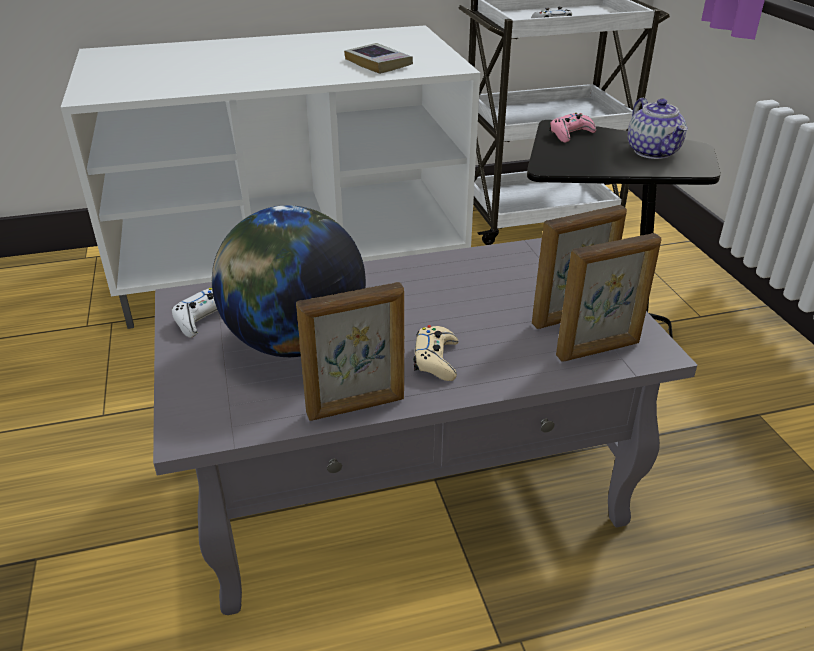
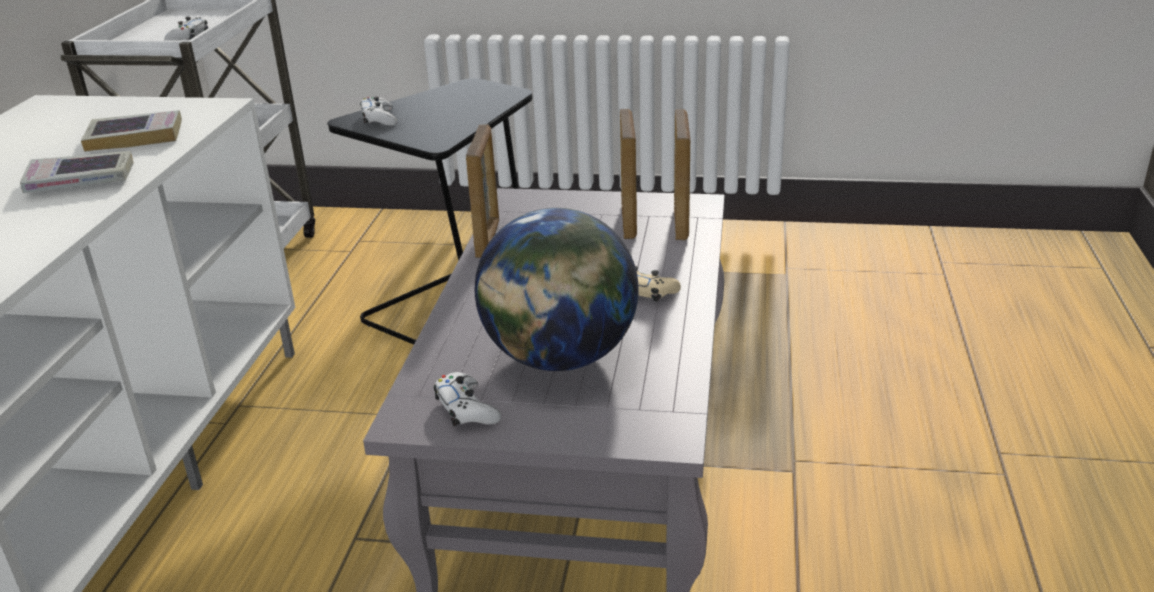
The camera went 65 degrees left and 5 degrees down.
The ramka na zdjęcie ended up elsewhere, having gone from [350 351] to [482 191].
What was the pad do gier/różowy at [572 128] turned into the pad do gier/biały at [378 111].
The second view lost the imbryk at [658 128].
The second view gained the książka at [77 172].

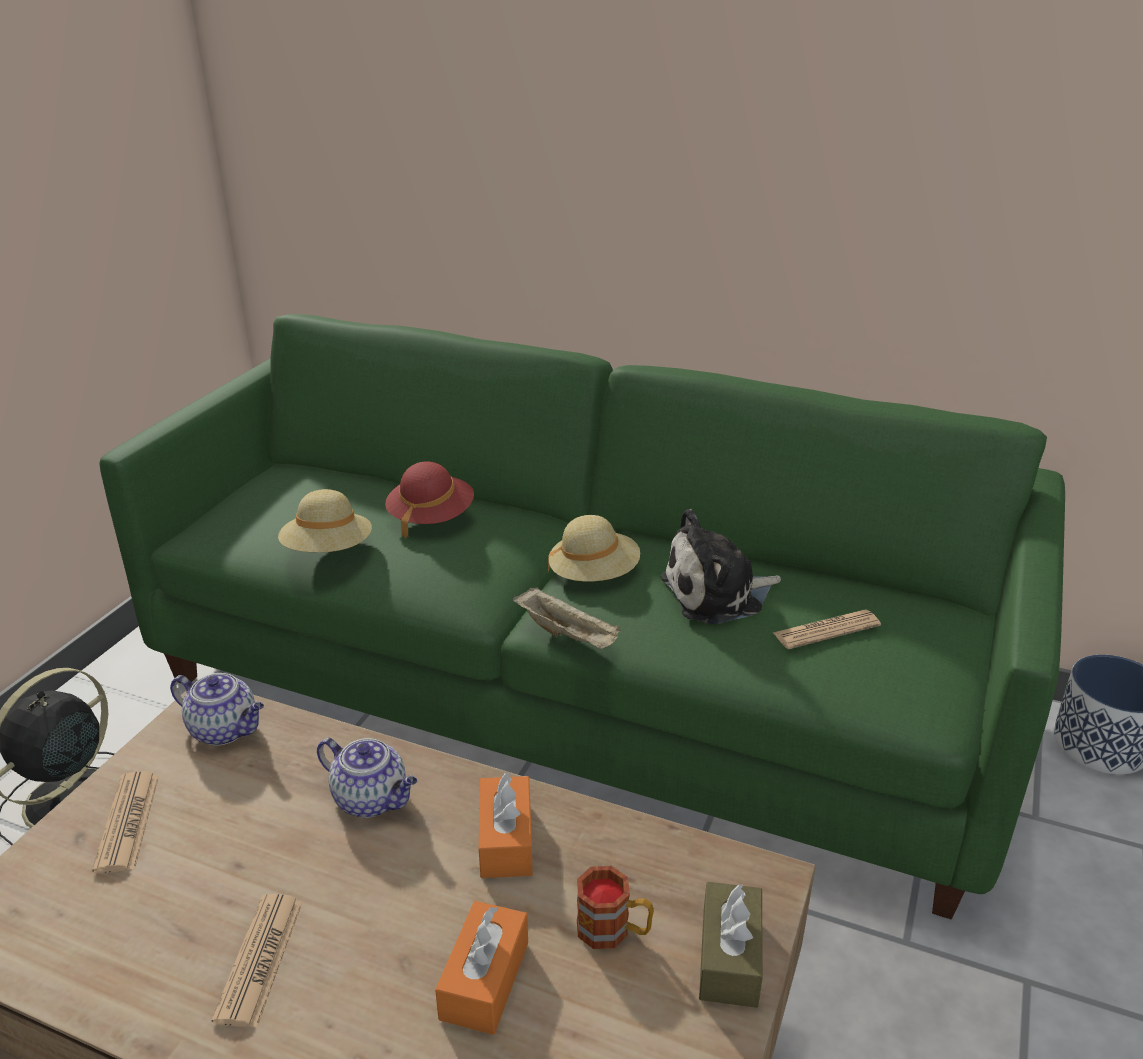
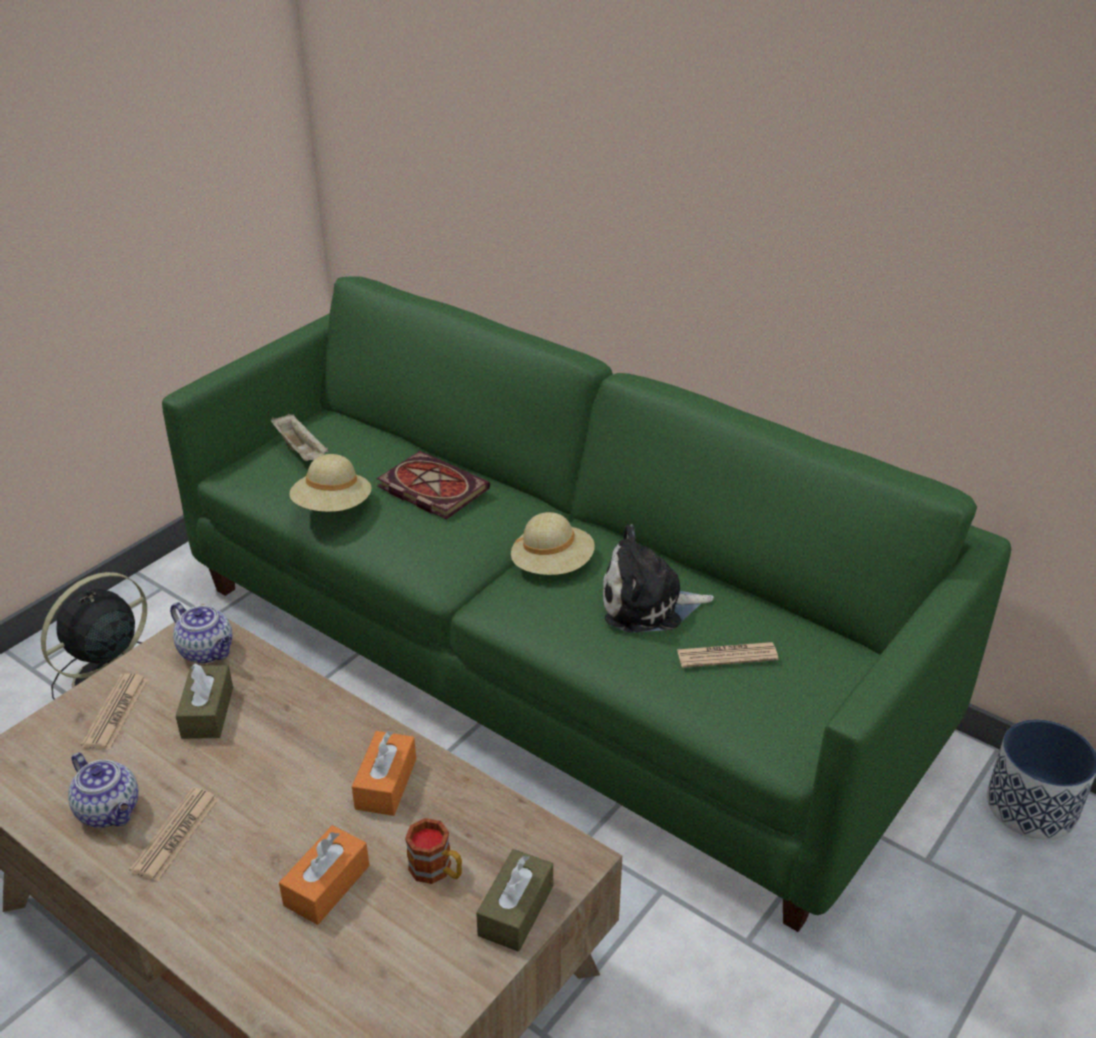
The camera went 15 degrees right and 5 degrees up.
The imbryk ended up elsewhere, having gone from [367 778] to [103 790].
Where the kapelusz/czerwony stood at [429 500], the książka came to stand at [433 485].
The taca/beżowy ended up elsewhere, having gone from [567 618] to [299 437].
The second view gained the pudełko chusteczek/brązowy at [204 701].

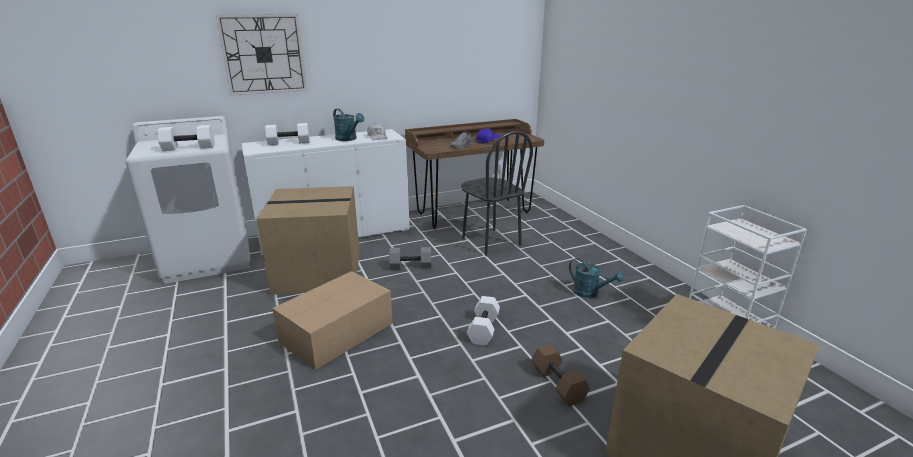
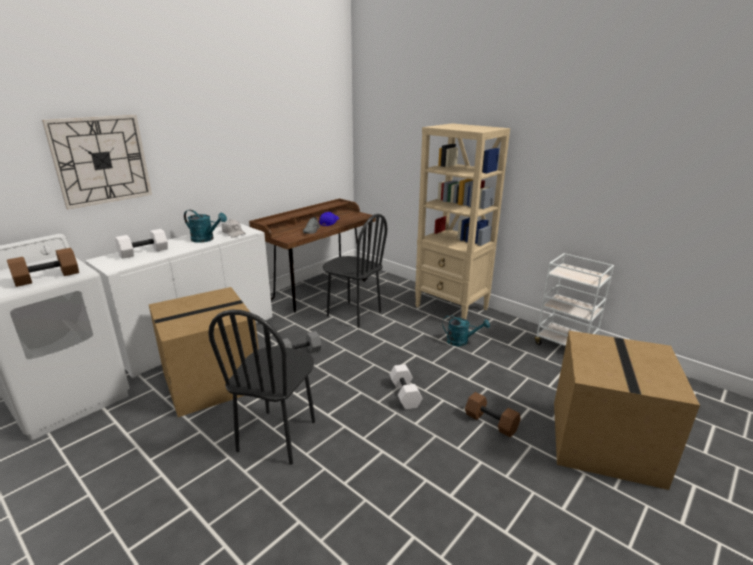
The camera went 25 degrees left and 0 degrees up.
What was the hantel/biały at [186 138] turned into the hantel/brązowy at [43 267].
Where the karton stood at [332 320], the krzesło/czarny came to stand at [261 387].
The second view gained the regał/beżowy at [462 221].

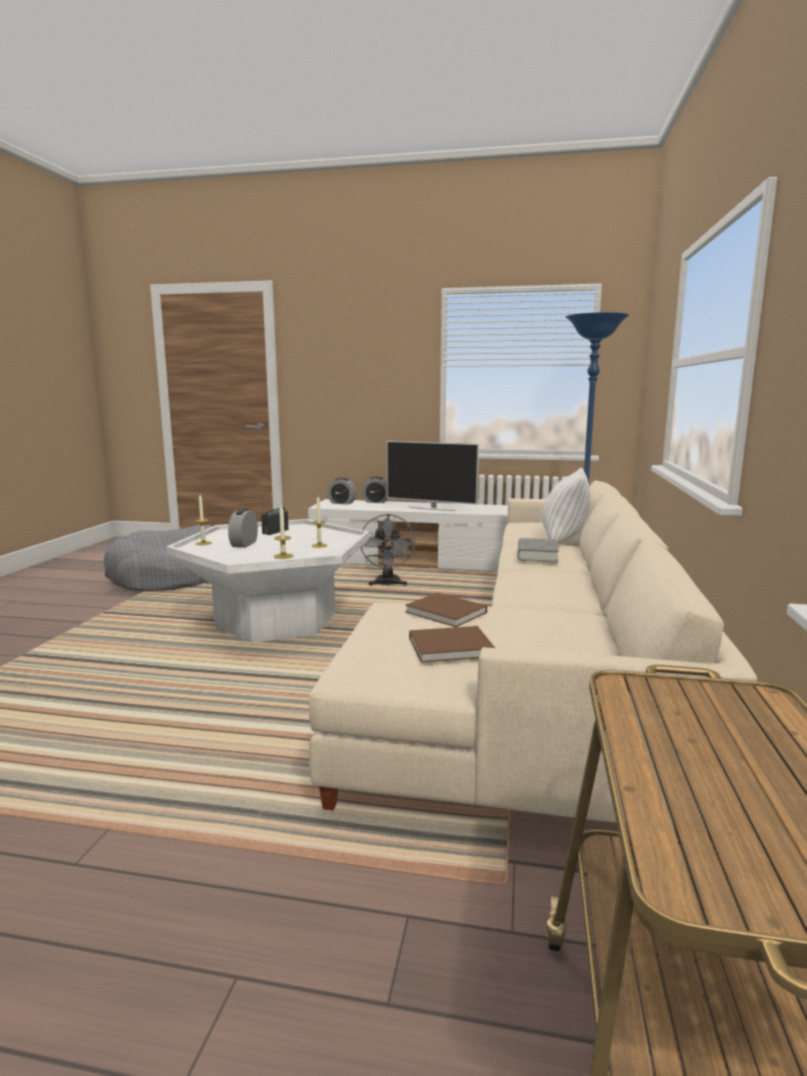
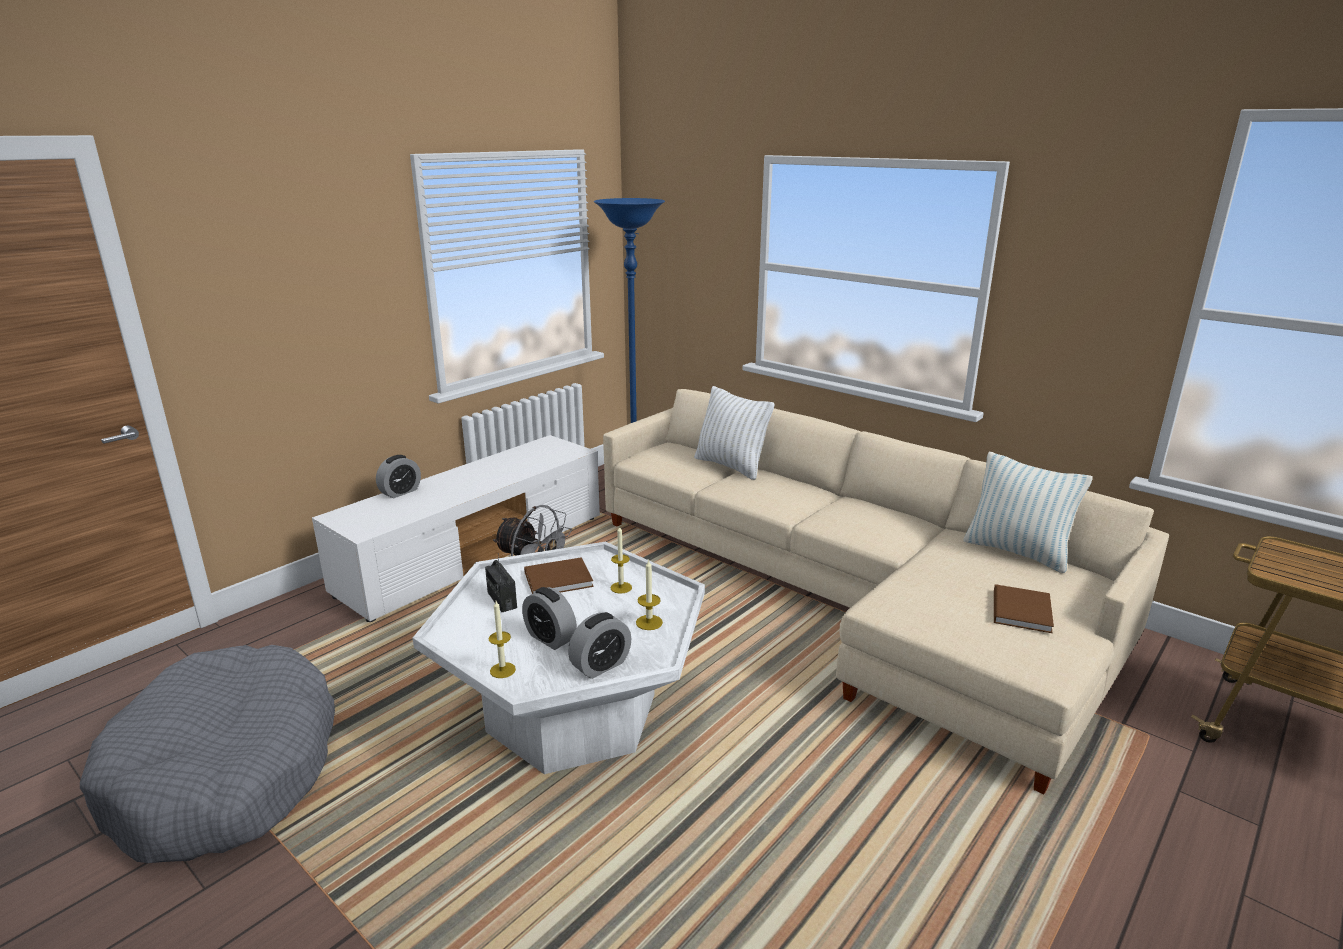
The camera went 60 degrees left and 10 degrees up.
The budzik ended up elsewhere, having gone from [341 491] to [600 645].
The second view lost the telewizor at [432 476].
The książka/brązowy ended up elsewhere, having gone from [446 610] to [559 575].
The second view lost the książka/szary at [538 550].
The second view gained the poduszka at [1028 512].

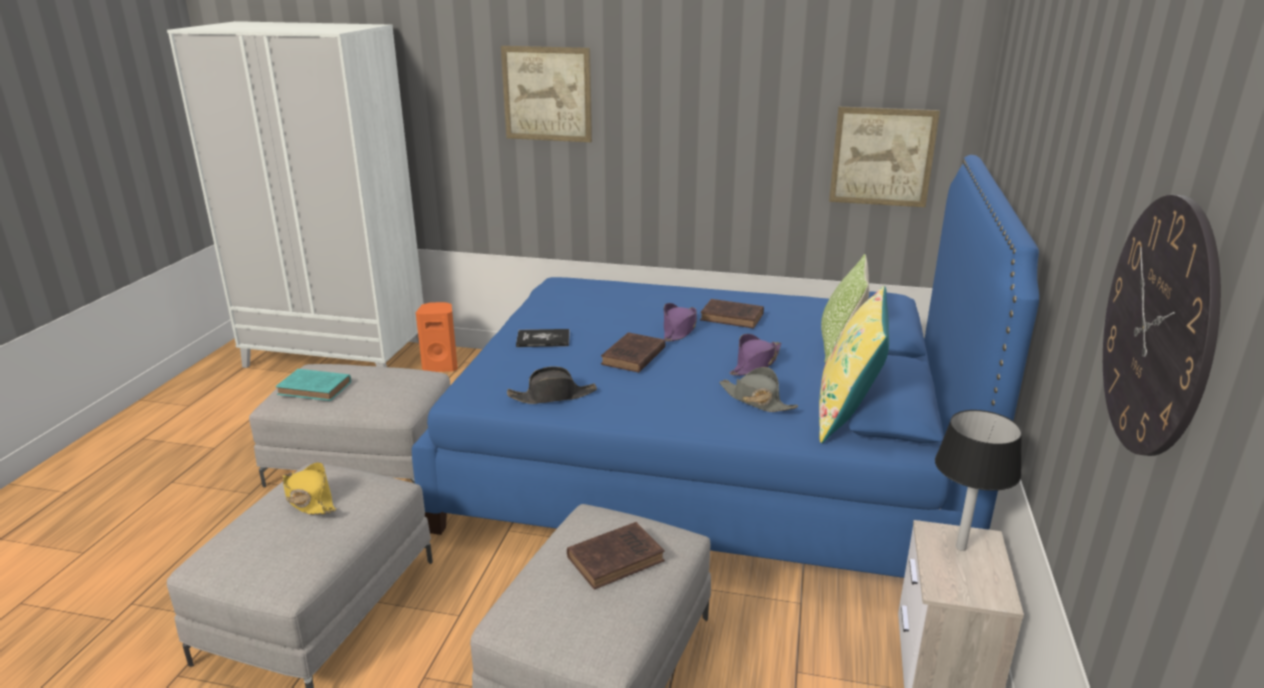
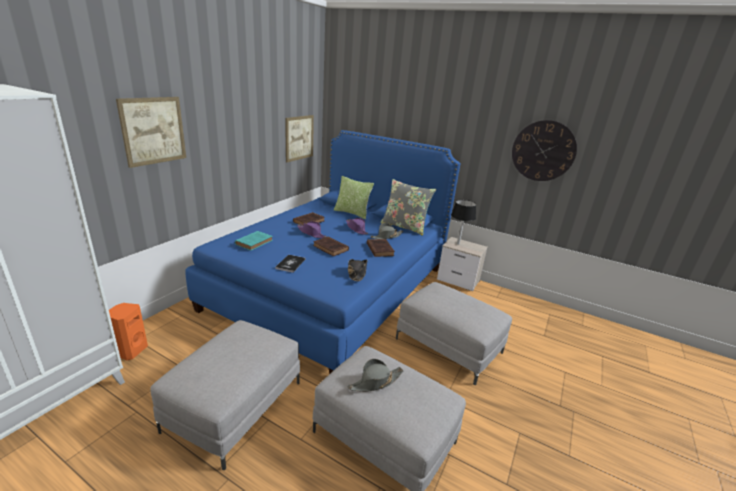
The camera went 75 degrees left and 0 degrees up.
The książka/turkusowy ended up elsewhere, having gone from [313 385] to [254 241].
What was the kapelusz/żółty at [309 488] turned into the kapelusz/szary at [375 375].
The książka/brązowy ended up elsewhere, having gone from [616 556] to [381 248].
What was the poduszka/żółty at [854 364] turned into the poduszka/szary at [408 207].

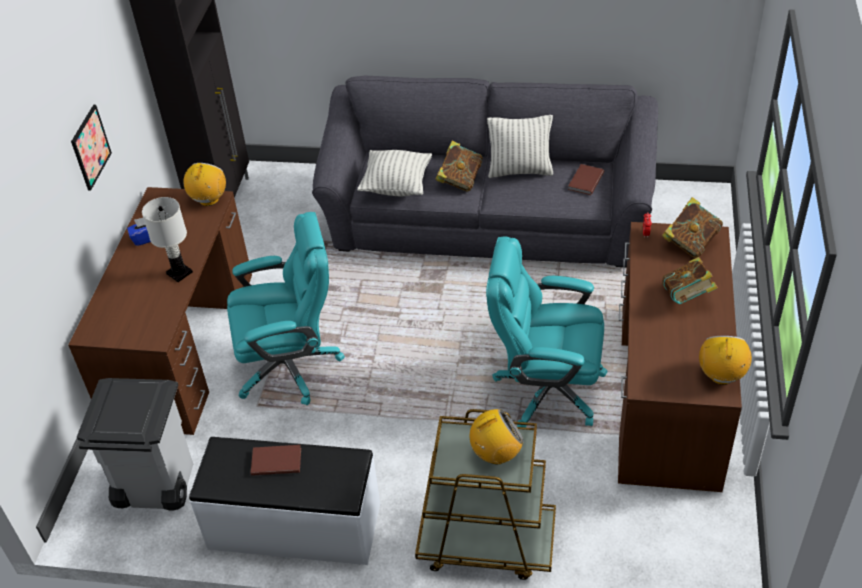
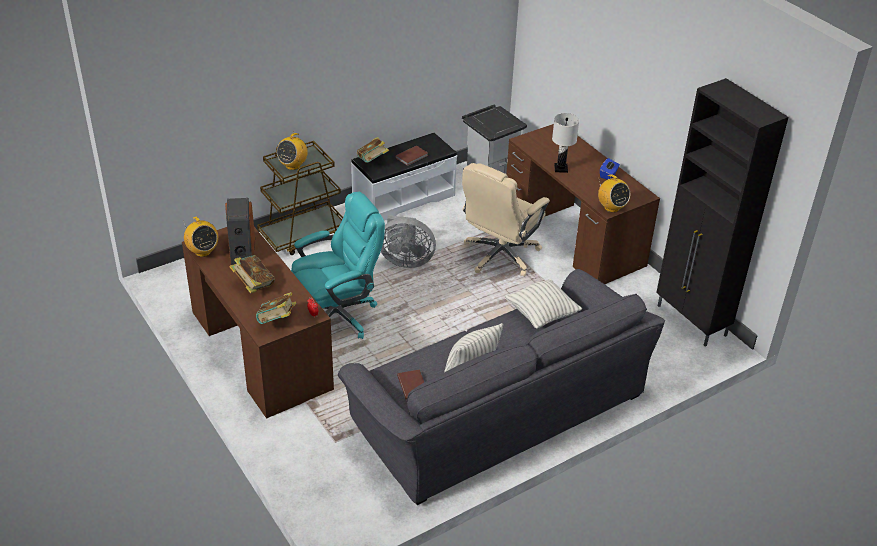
The camera went 135 degrees right and 5 degrees down.
The second view lost the obraz at [91 148].
What was the krzesło biurowe/turkusowy at [286 308] turned into the krzesło biurowe/beżowy at [506 220].
The książka ended up elsewhere, having gone from [459 166] to [373 150].
The second view gained the głośnik at [240 231].
The second view gained the wentylator/szary at [408 241].

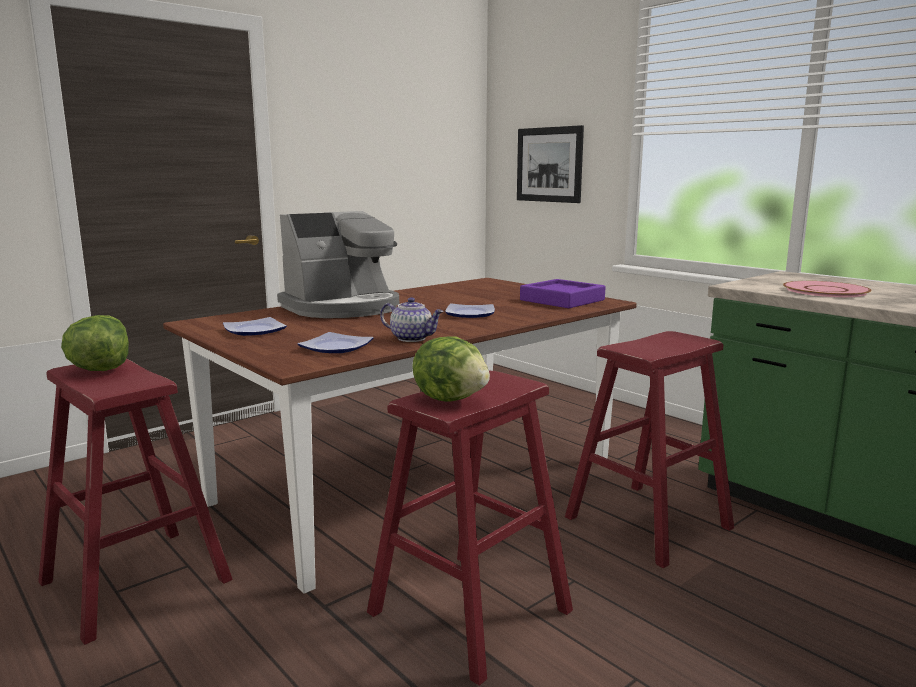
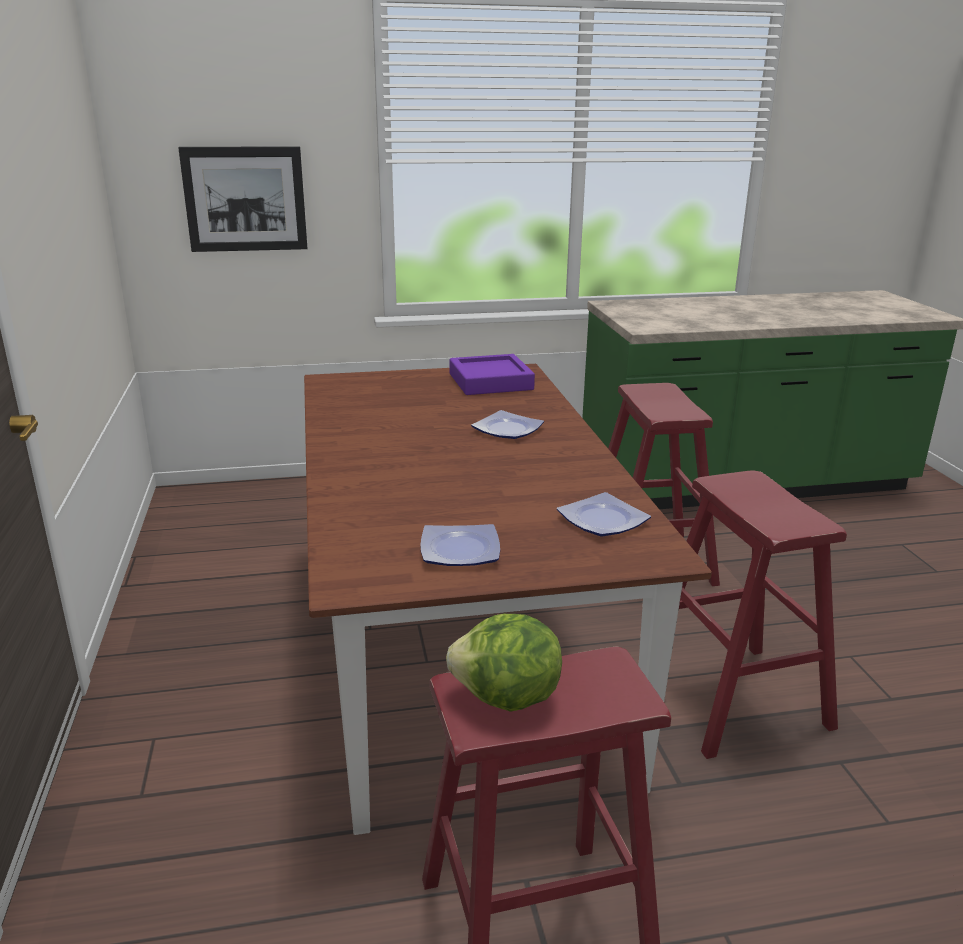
The camera went 60 degrees left and 10 degrees up.
The second view lost the ekspres do kawy at [338 264].
The second view lost the imbryk at [412 319].
The second view lost the sałata at [451 369].
The second view lost the talerz/różowy at [827 289].

